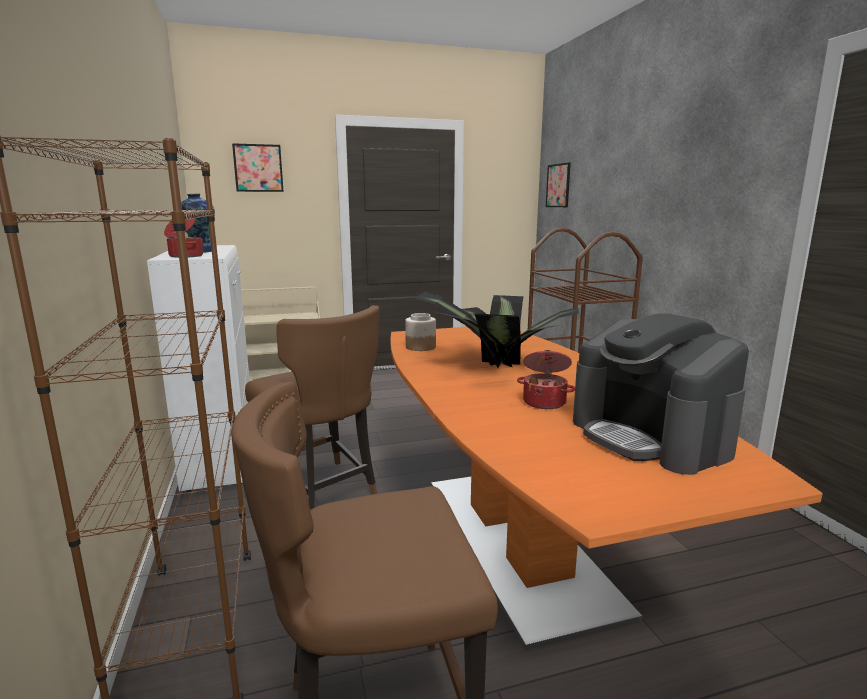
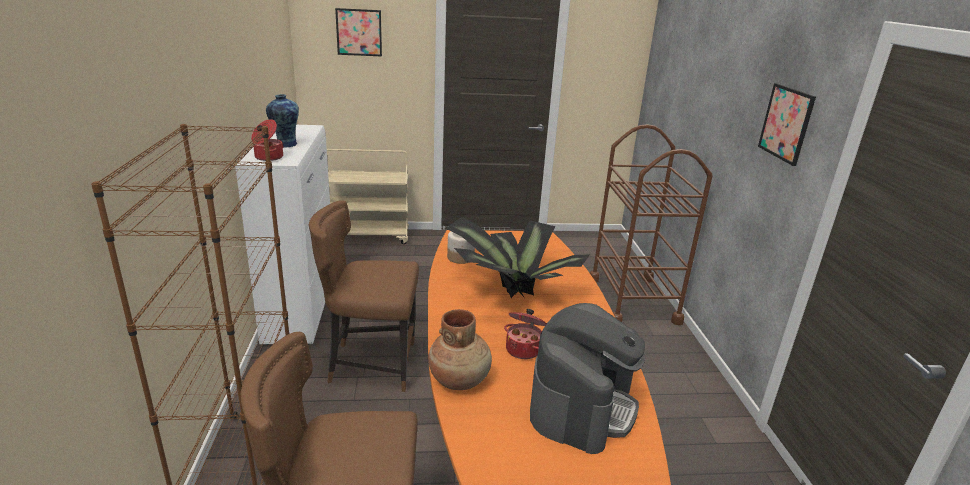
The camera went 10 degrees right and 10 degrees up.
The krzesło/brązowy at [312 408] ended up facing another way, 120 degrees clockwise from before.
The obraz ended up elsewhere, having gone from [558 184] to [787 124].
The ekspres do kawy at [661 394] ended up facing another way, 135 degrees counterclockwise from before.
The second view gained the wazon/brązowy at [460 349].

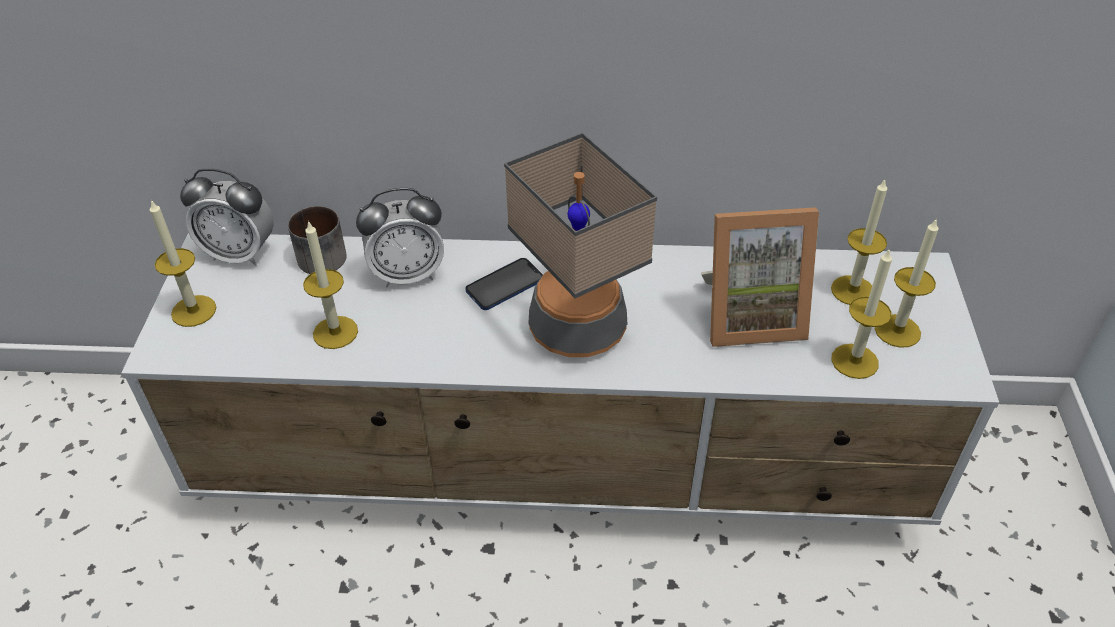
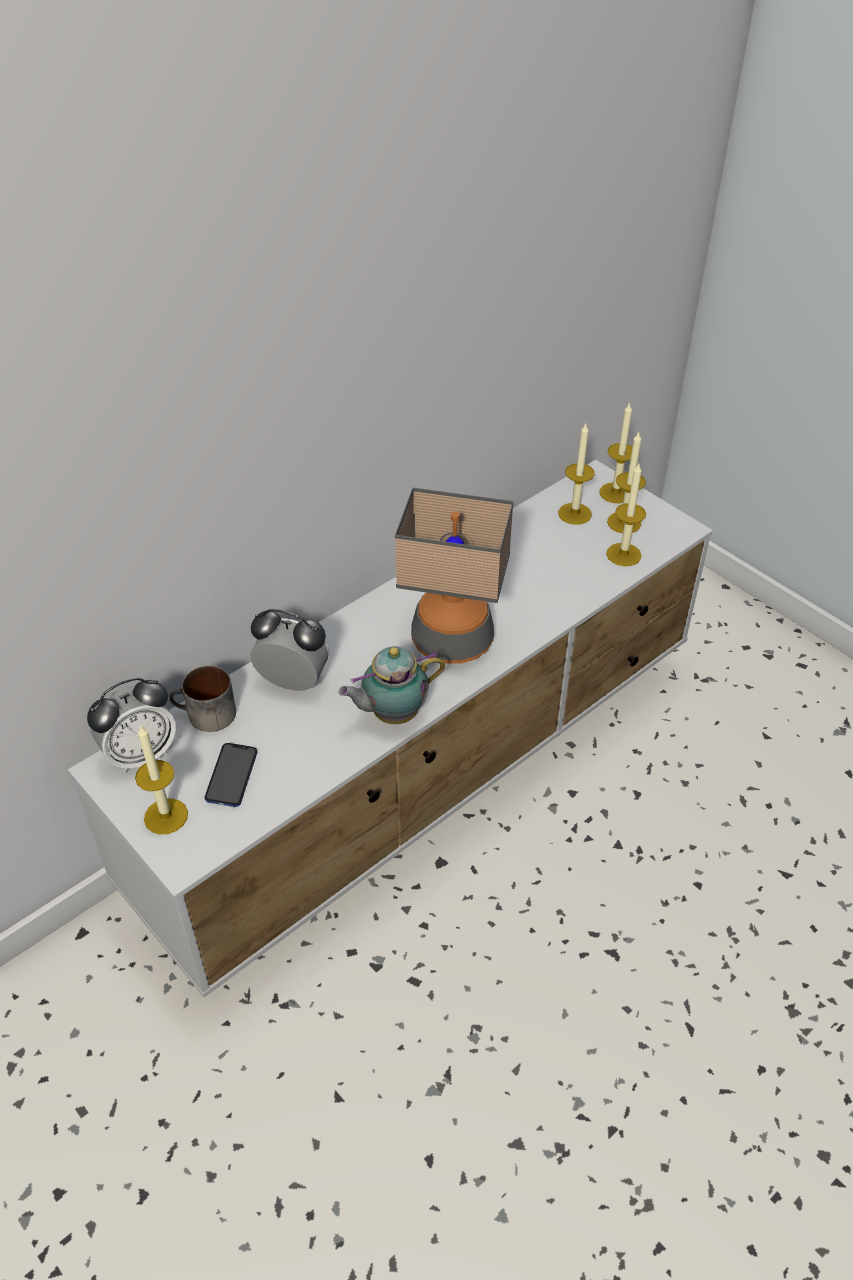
The camera went 45 degrees left and 0 degrees up.
The świeca ended up elsewhere, having gone from [330 284] to [616 452].
The budzik at [400 237] ended up facing another way, 105 degrees counterclockwise from before.
The telefon ended up elsewhere, having gone from [504 284] to [231 775].
The second view lost the ramka na zdjęcie at [760 277].
The second view gained the imbryk at [391 685].

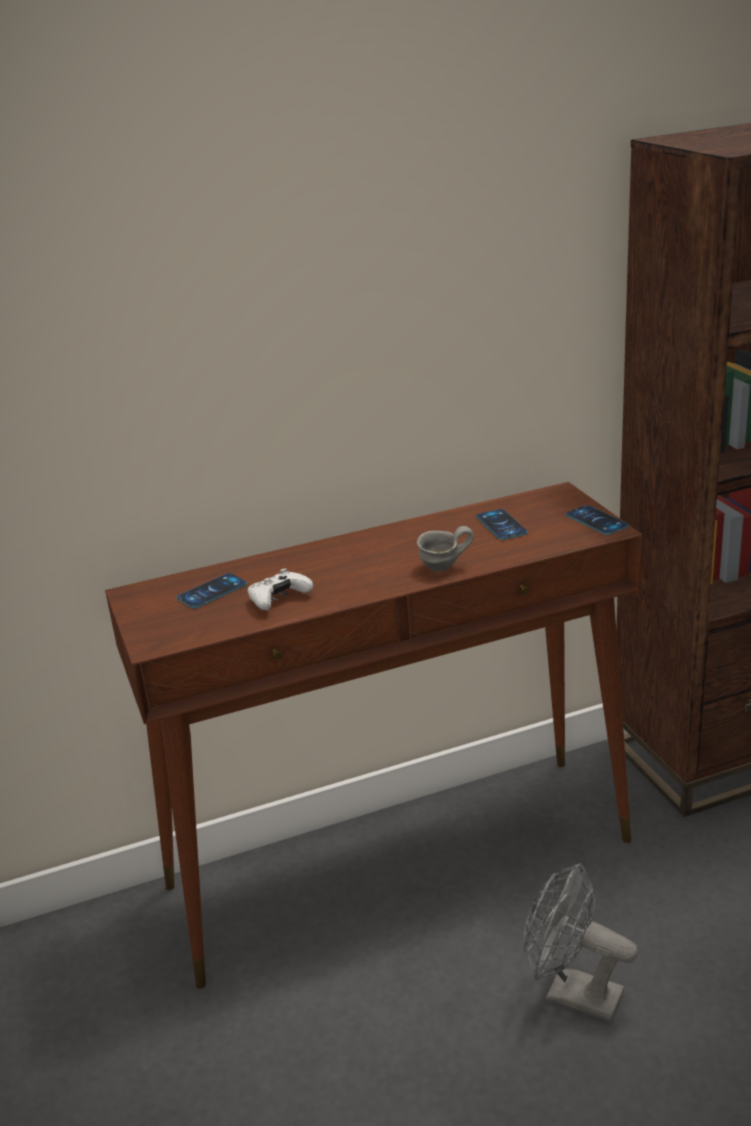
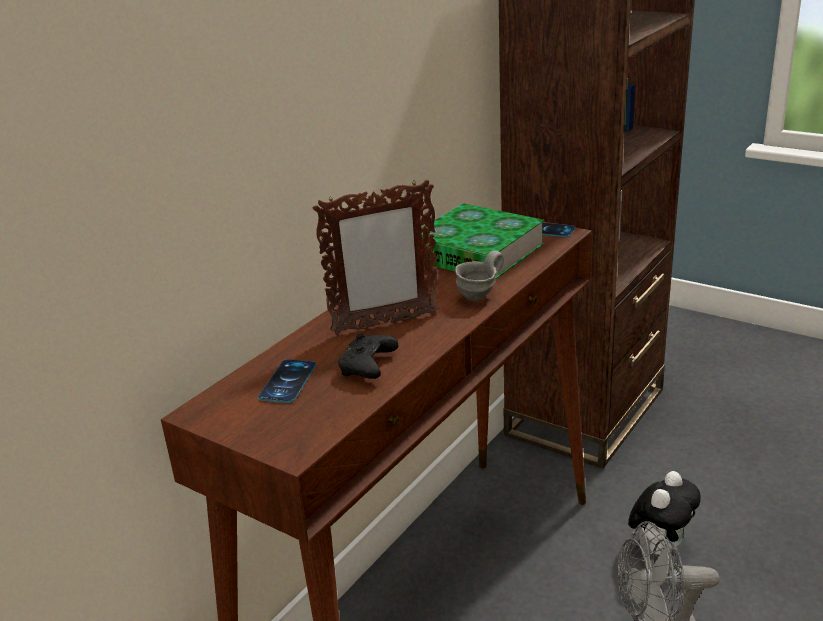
The camera went 35 degrees left and 0 degrees up.
What was the pad do gier/biały at [280 589] turned into the pad do gier/czarny at [368 356].
Where the telefon stood at [502 524], the książka came to stand at [483 241].
The second view gained the ramka na zdjęcie at [376 257].
The second view gained the pluszak at [664 513].

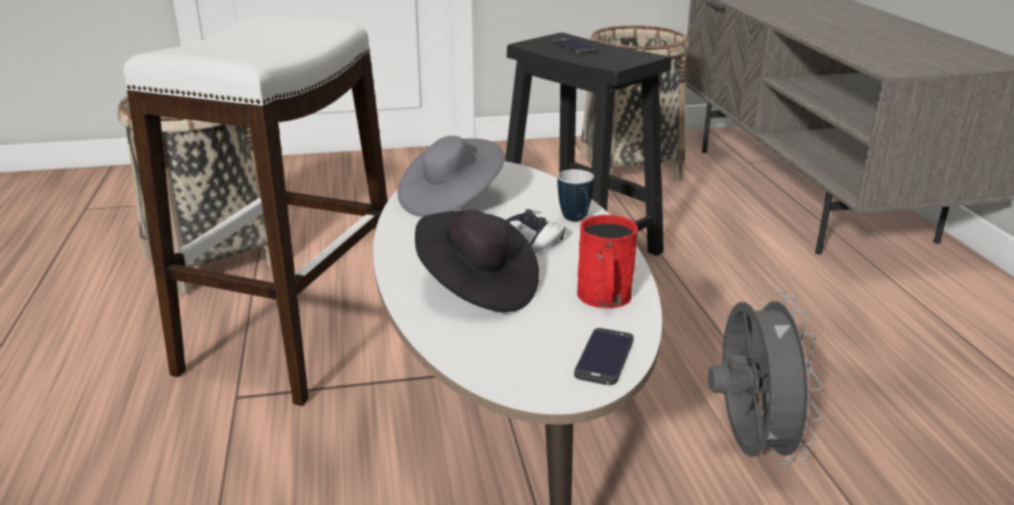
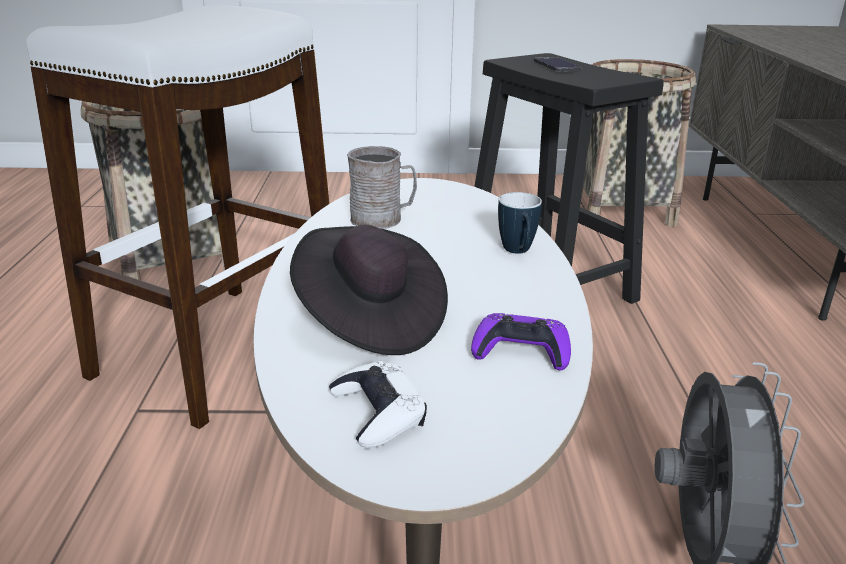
The camera went 10 degrees right and 0 degrees up.
Where the kapelusz/szary stood at [451 176], the kubek/szary came to stand at [382 187].
The pad do gier/biały ended up elsewhere, having gone from [534 230] to [378 405].
The second view lost the telefon at [604 356].
Where the kubek/czerwony stood at [607 261], the pad do gier/fioletowy came to stand at [521 341].

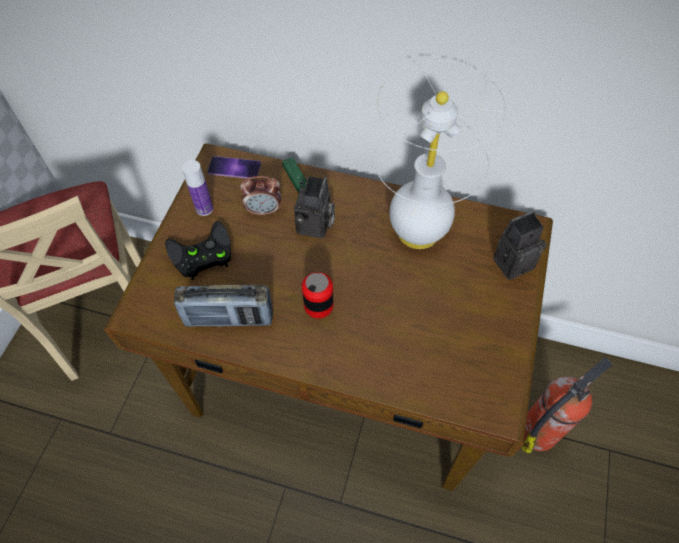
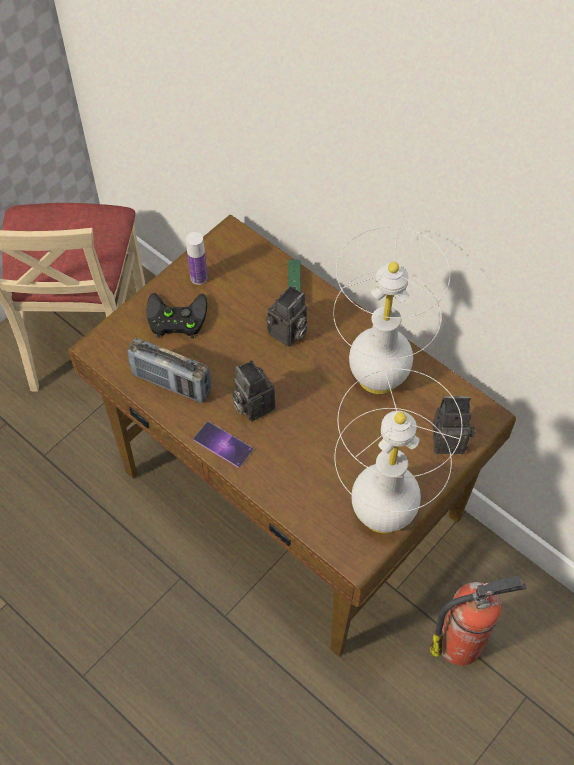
The camera went 25 degrees right and 0 degrees up.
The telefon ended up elsewhere, having gone from [234 167] to [223 444].
The second view lost the budzik at [260 196].
Where the puszka stood at [318 295], the aparat fotograficzny came to stand at [253 391].
The second view gained the lampa stołowa/biały at [398 451].

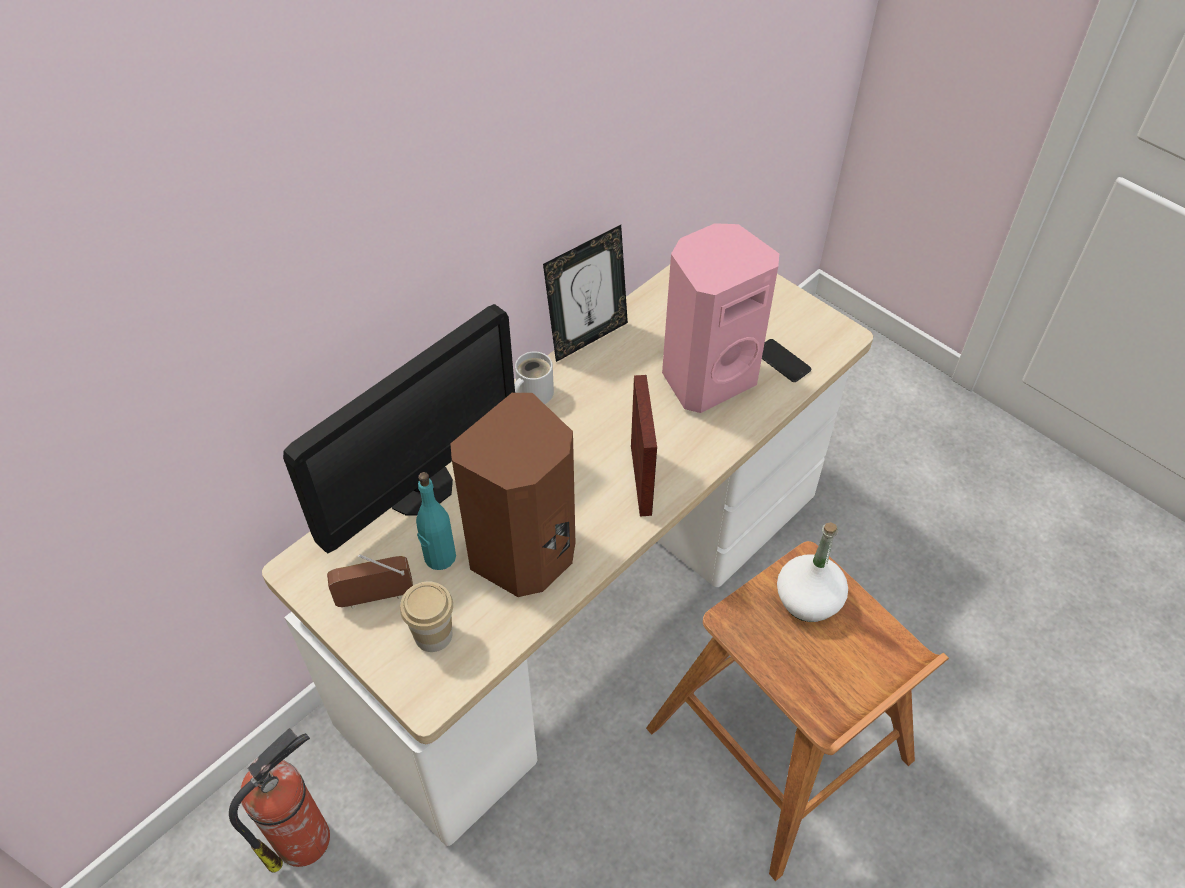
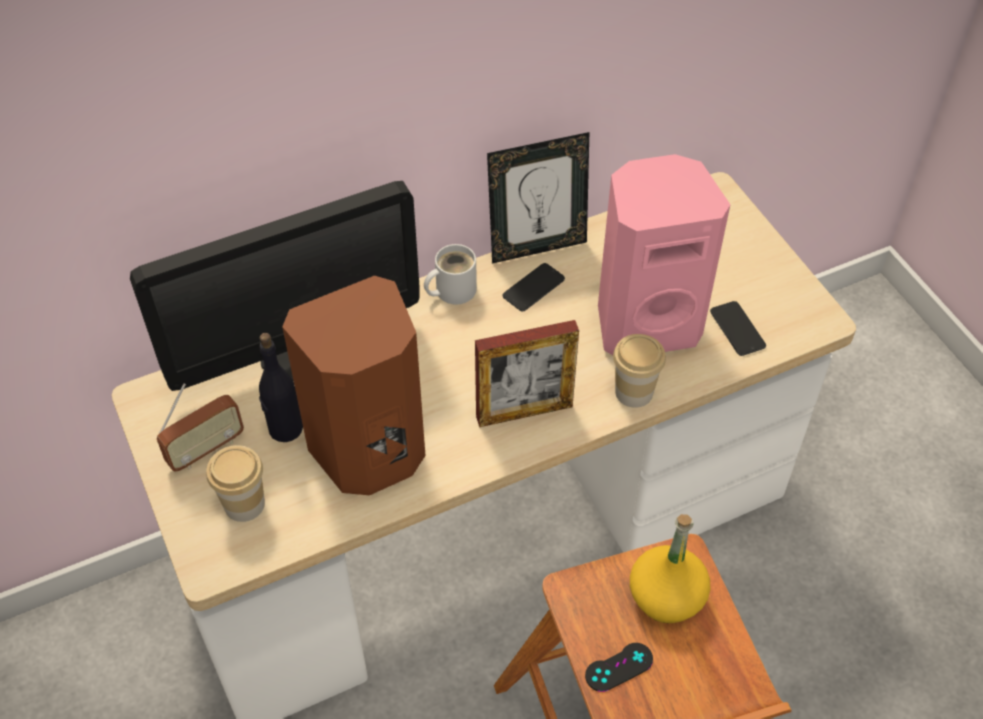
The camera went 20 degrees right and 0 degrees up.
The second view lost the gaśnica at [279 800].
The radio at [370 581] ended up facing another way, 135 degrees clockwise from before.
What was the butelka/turkusowy at [436 521] turned into the butelka/czarny at [281 387].
The ramka na zdjęcie at [644 445] ended up facing another way, 60 degrees clockwise from before.
What was the butelka/biały at [812 572] turned into the butelka/żółty at [670 568].
The second view gained the telefon at [533 287].
The second view gained the pad do gier/czarny at [619 667].
The second view gained the filiżanka at [639 371].

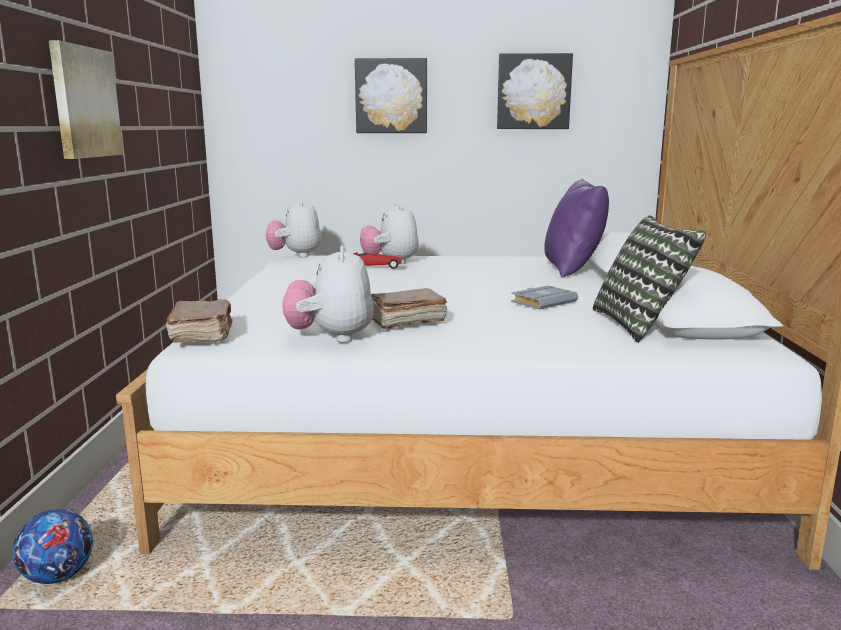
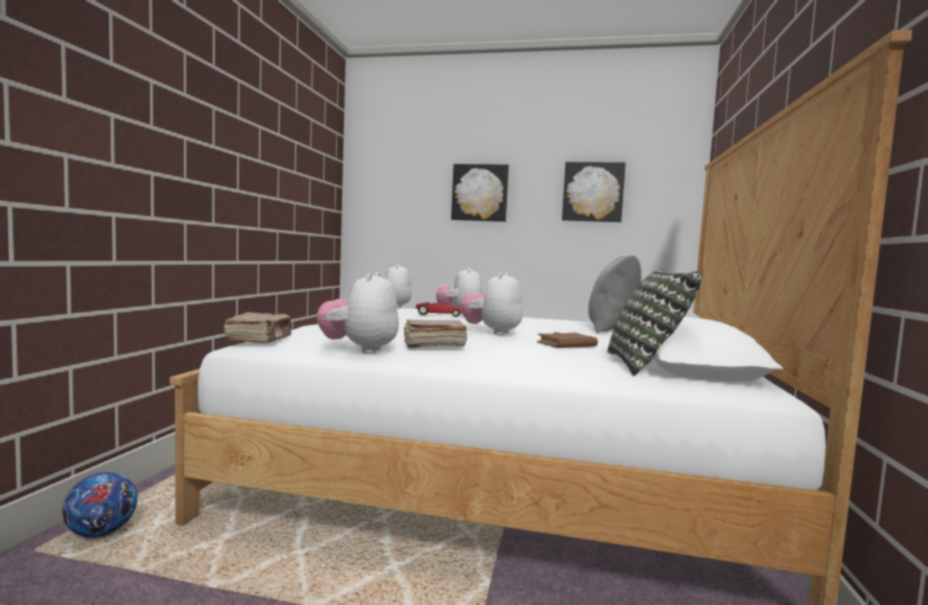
The camera went 10 degrees right and 10 degrees down.
The second view lost the obraz at [86 99].
What was the książka/szary at [544 298] turned into the książka/brązowy at [567 340].
What was the poduszka/fioletowy at [576 227] turned into the poduszka/szary at [614 294].
The second view gained the pluszak at [492 303].

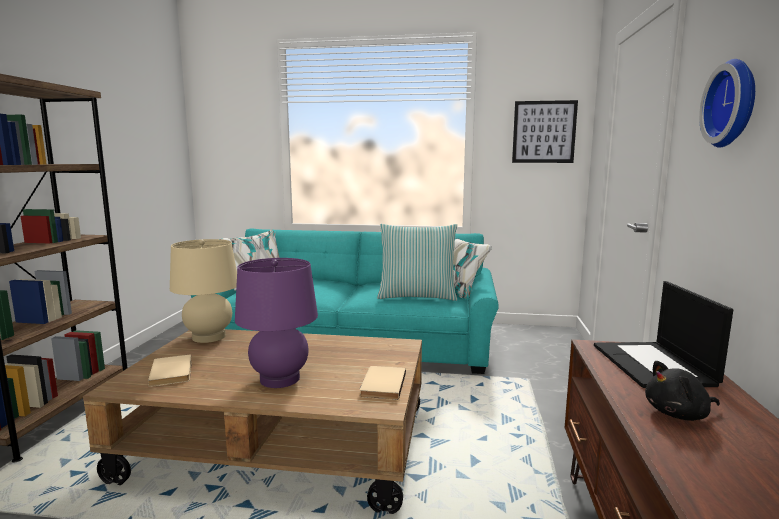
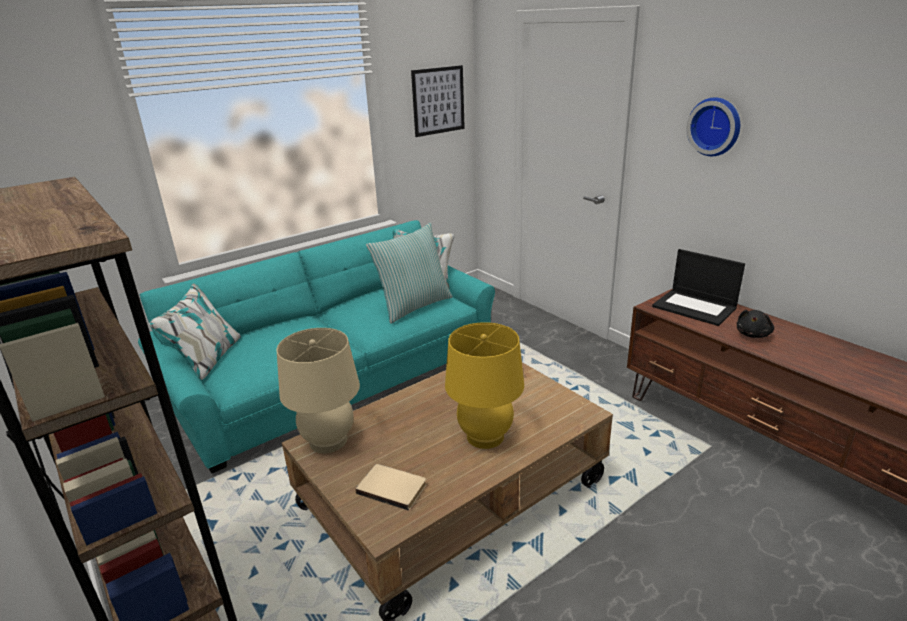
The camera went 45 degrees left and 15 degrees up.
What was the lampa stołowa/fioletowy at [276 323] turned into the lampa stołowa/żółty at [484 385].
The second view lost the książka/beżowy at [383 383].

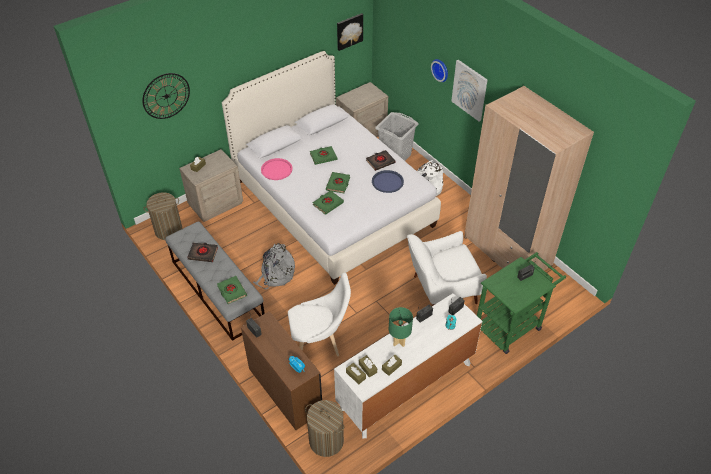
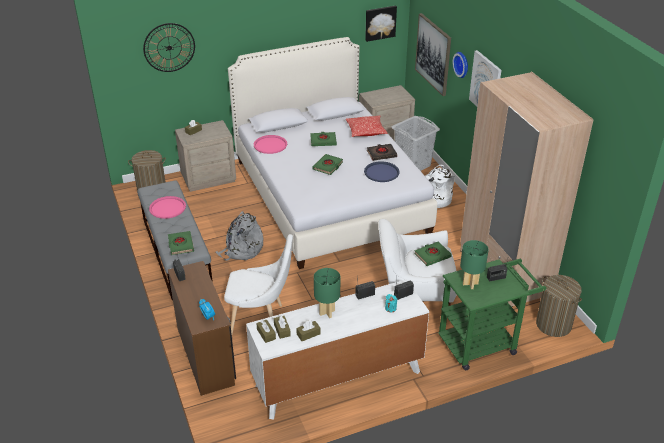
The camera went 15 degrees right and 10 degrees down.
Where the książka/czarny stood at [202 252], the taca/różowy came to stand at [167 207].
The kosz na pranie ended up elsewhere, having gone from [325 428] to [559 306].
The książka/zielony ended up elsewhere, having gone from [328 202] to [433 253].
The second view gained the poduszka at [367 126].
The second view gained the obraz at [433 54].
The second view gained the lampa stołowa/zielony at [474 264].

